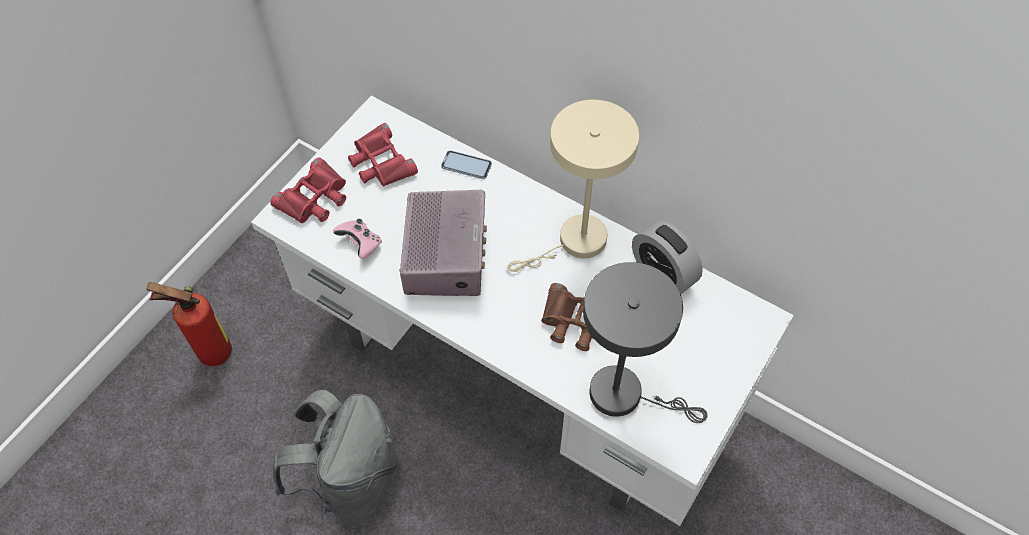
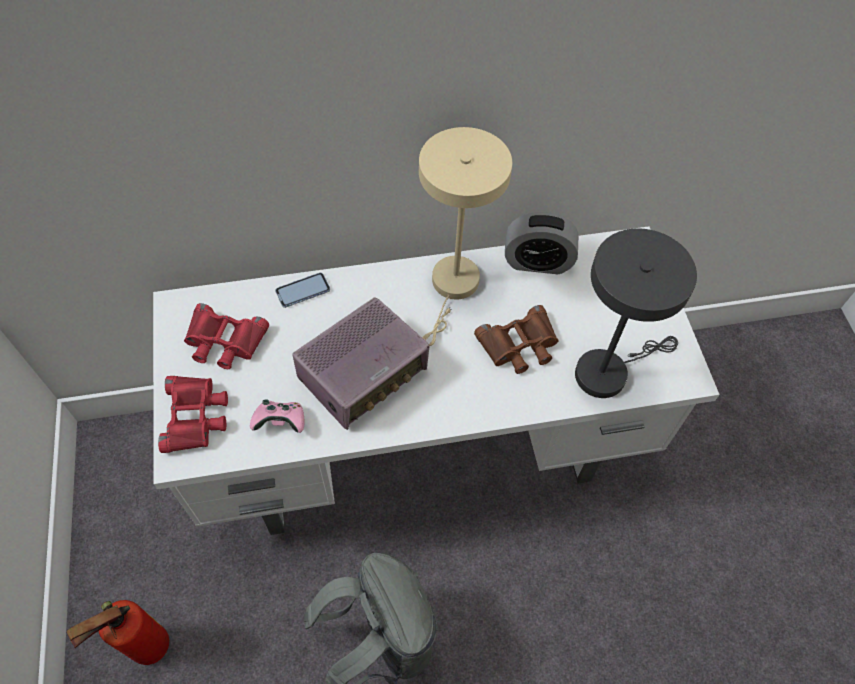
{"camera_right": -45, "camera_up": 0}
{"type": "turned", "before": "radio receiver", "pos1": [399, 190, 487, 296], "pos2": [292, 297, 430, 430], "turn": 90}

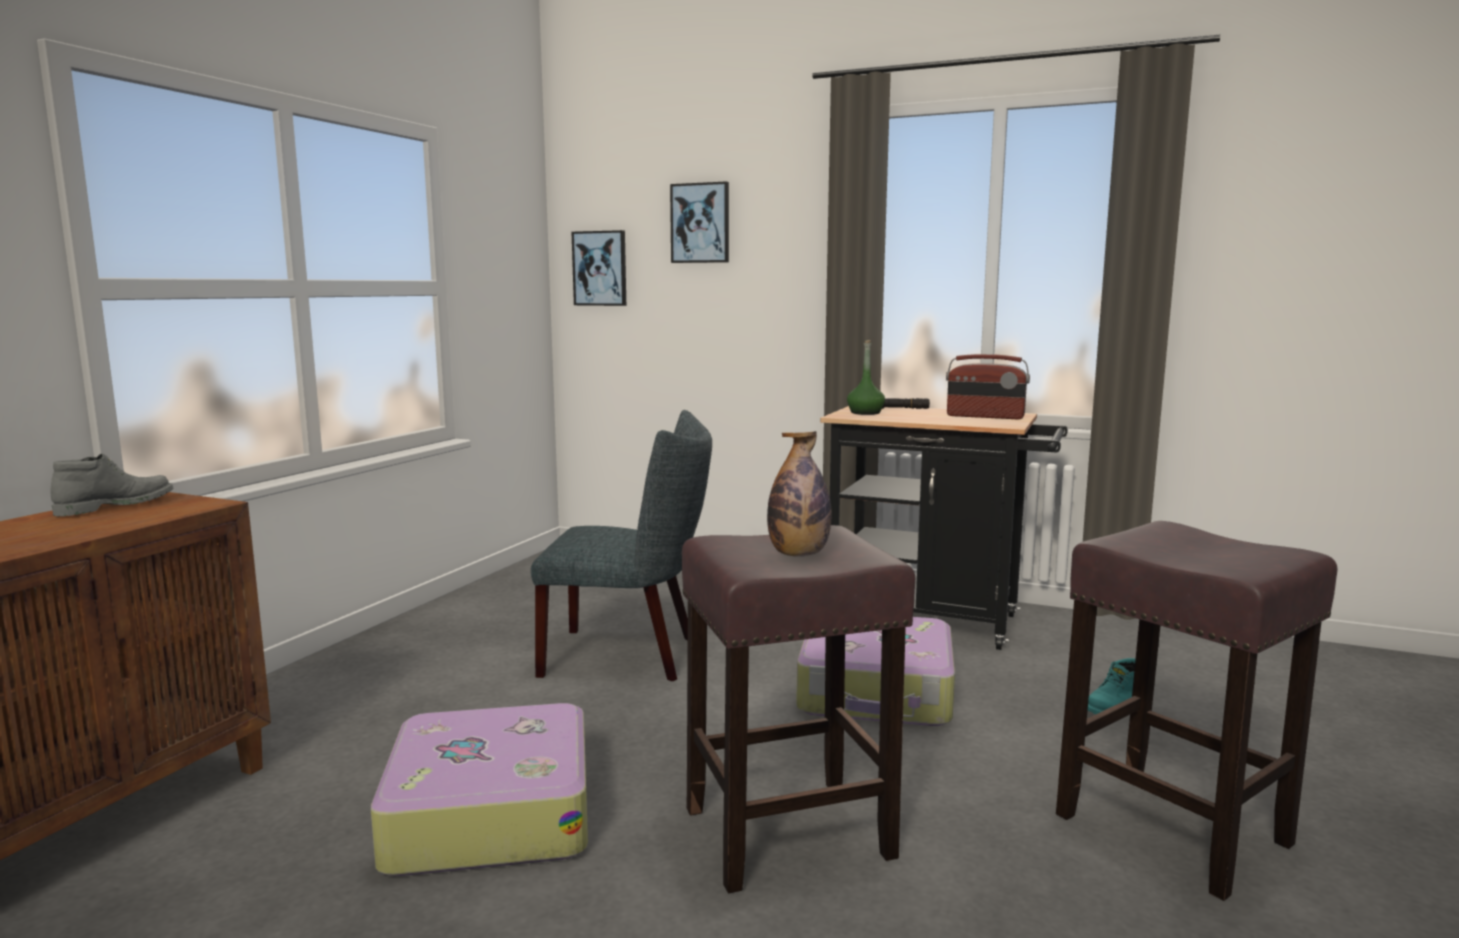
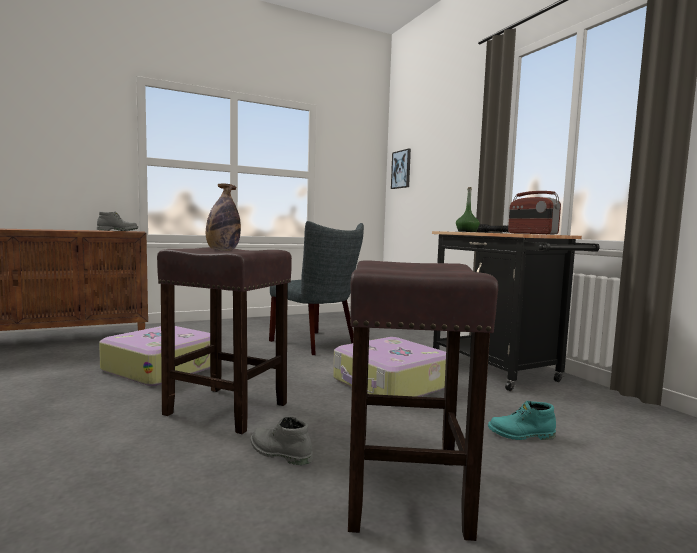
{"camera_right": 40, "camera_up": -5}
{"type": "removed", "before": "wall art", "pos1": [670, 182, 729, 263]}
{"type": "added", "after": "grey high-top boot", "pos2": [251, 416, 313, 465]}

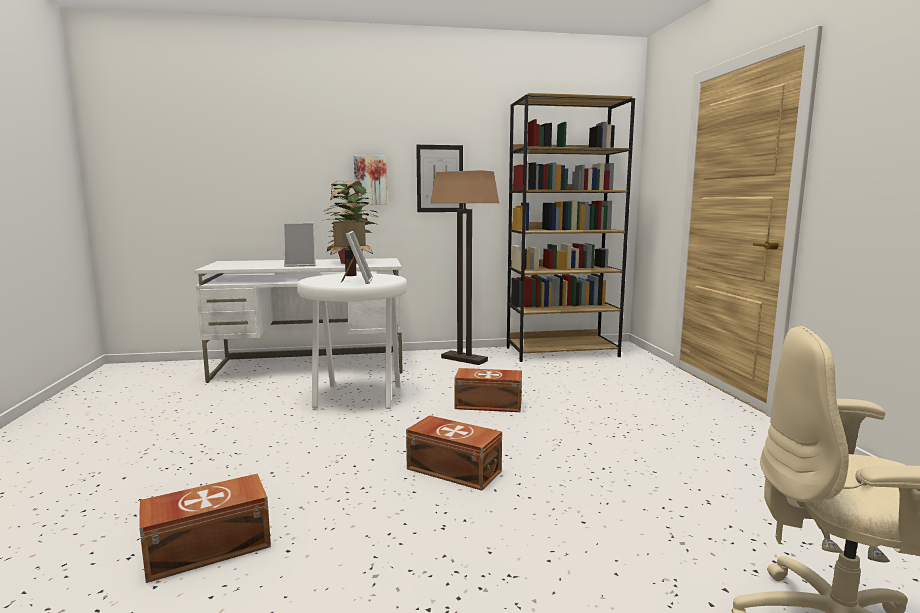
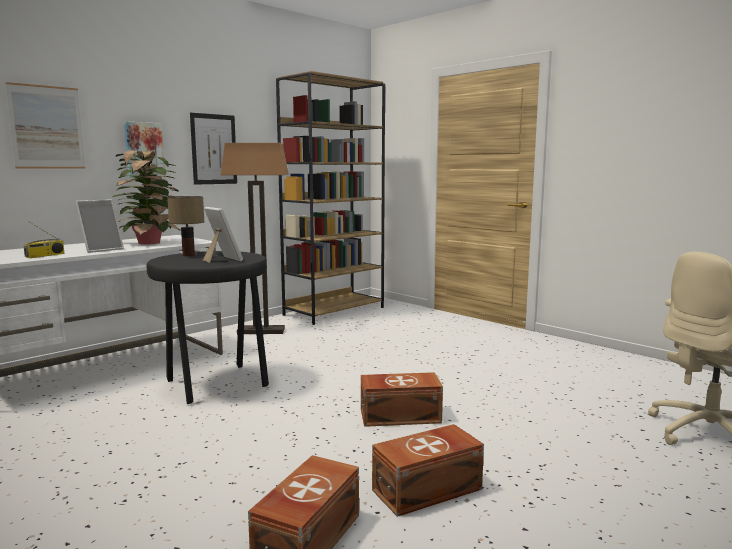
{"camera_right": -35, "camera_up": 0}
{"type": "recoloured", "before": "white stool seat", "after": "black-coloured stool seat", "pos1": [297, 273, 407, 409], "pos2": [146, 251, 269, 404]}
{"type": "moved", "before": "brown storage box", "pos1": [454, 368, 522, 412], "pos2": [372, 424, 484, 517]}
{"type": "added", "after": "wall art", "pos2": [6, 82, 85, 169]}
{"type": "added", "after": "radio receiver", "pos2": [24, 221, 64, 258]}

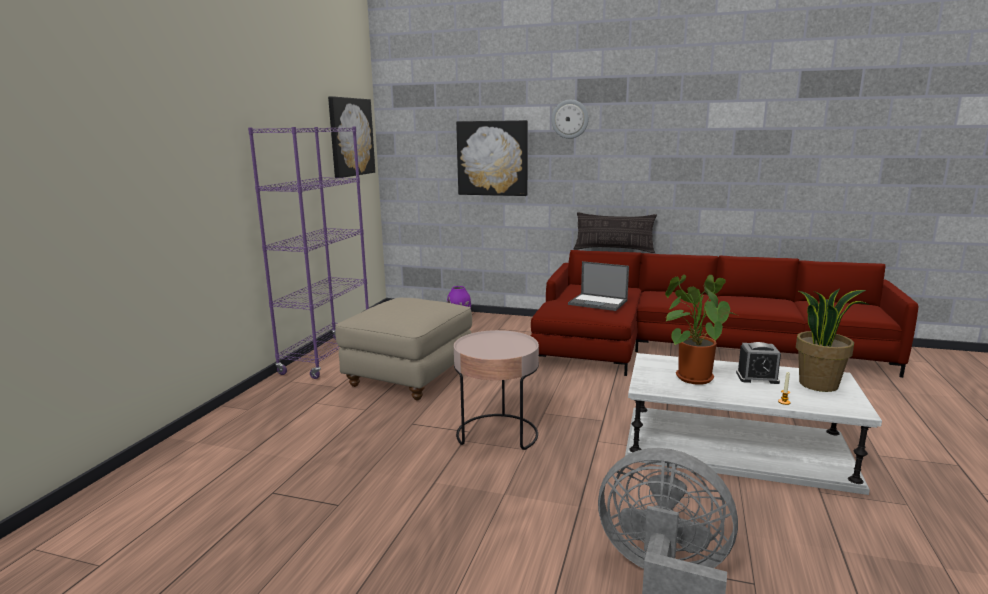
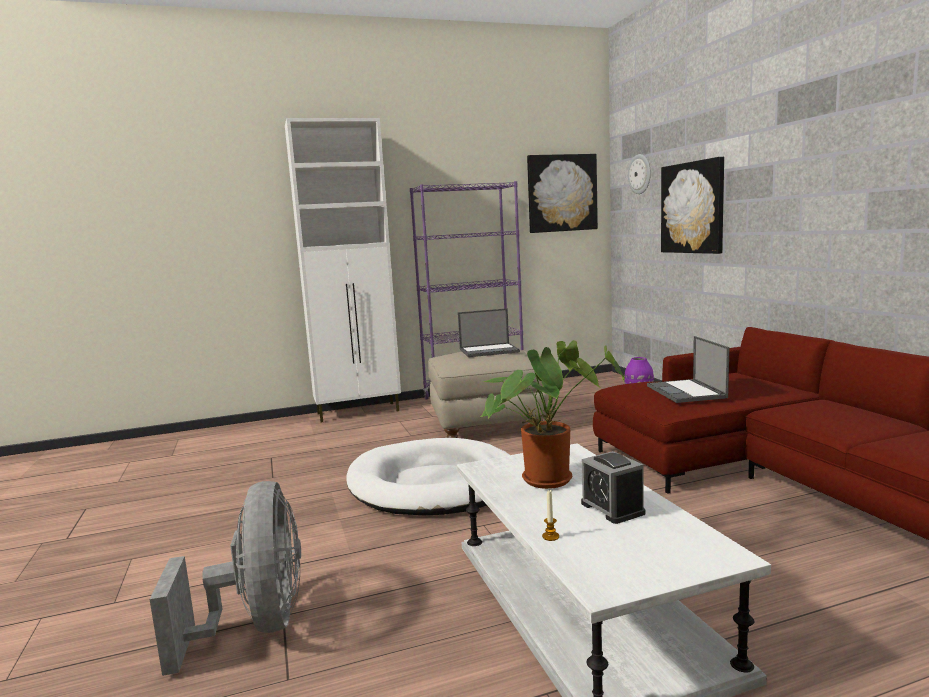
{"camera_right": 55, "camera_up": -5}
{"type": "replaced", "before": "pink side table", "after": "white pet bed", "pos1": [454, 330, 539, 450], "pos2": [346, 438, 509, 515]}
{"type": "moved", "before": "hanging clock", "pos1": [551, 100, 589, 139], "pos2": [628, 154, 651, 194]}
{"type": "removed", "before": "cushion", "pos1": [574, 212, 657, 253]}
{"type": "removed", "before": "plant in a pot", "pos1": [796, 288, 869, 392]}
{"type": "added", "after": "white cabinet", "pos2": [285, 118, 401, 423]}
{"type": "added", "after": "portable computer", "pos2": [458, 308, 520, 357]}

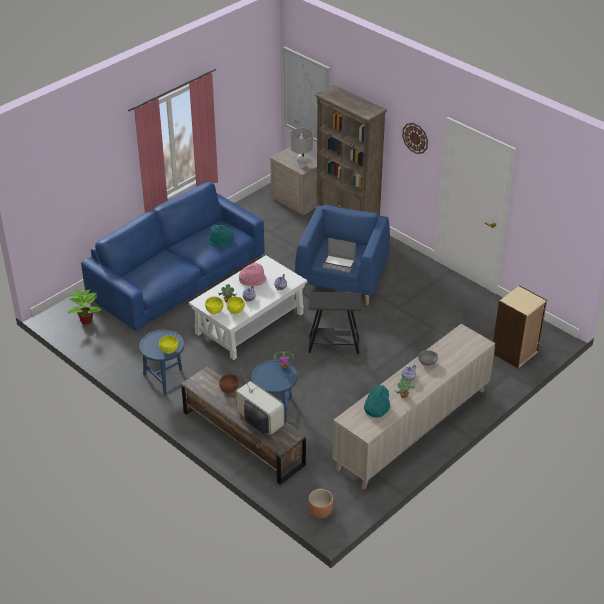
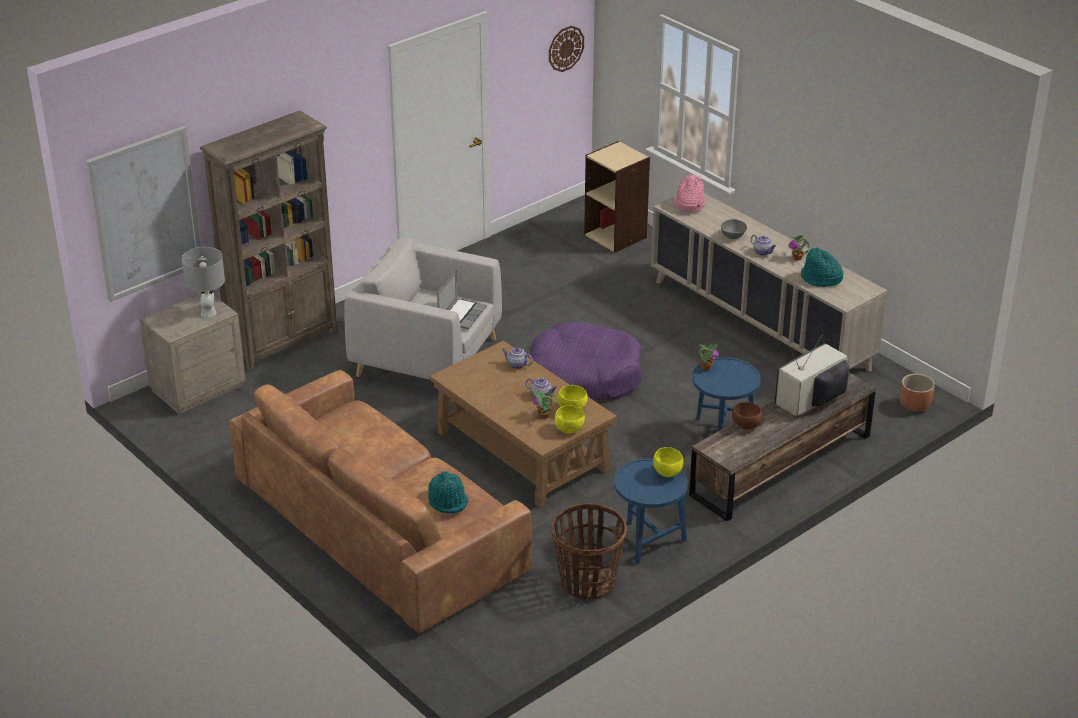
{"camera_right": -85, "camera_up": -5}
{"type": "removed", "before": "plant in a pot", "pos1": [68, 290, 102, 325]}
{"type": "recoloured", "before": "blue settee", "after": "brown settee", "pos1": [81, 182, 265, 331], "pos2": [229, 370, 531, 633]}
{"type": "recoloured", "before": "white coffee table", "after": "brown coffee table", "pos1": [189, 255, 307, 360], "pos2": [430, 341, 617, 508]}
{"type": "moved", "before": "turquoise-coloured clothing hat", "pos1": [208, 225, 233, 247], "pos2": [428, 471, 469, 514]}
{"type": "moved", "before": "pink clothing hat", "pos1": [239, 263, 266, 286], "pos2": [673, 174, 705, 213]}
{"type": "recoloured", "before": "blue easy chair", "after": "grey easy chair", "pos1": [295, 205, 390, 305], "pos2": [344, 238, 502, 380]}
{"type": "replaced", "before": "black-coloured side table", "after": "purple pet bed", "pos1": [308, 292, 361, 354], "pos2": [529, 322, 642, 400]}
{"type": "moved", "before": "hanging clock", "pos1": [402, 123, 428, 154], "pos2": [549, 26, 584, 72]}
{"type": "added", "after": "basket", "pos2": [551, 503, 627, 600]}

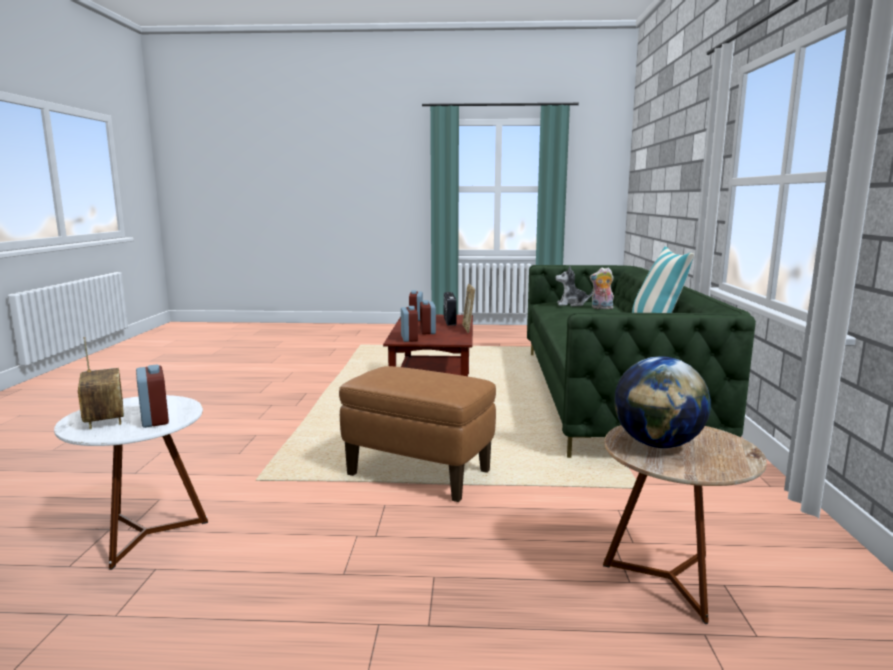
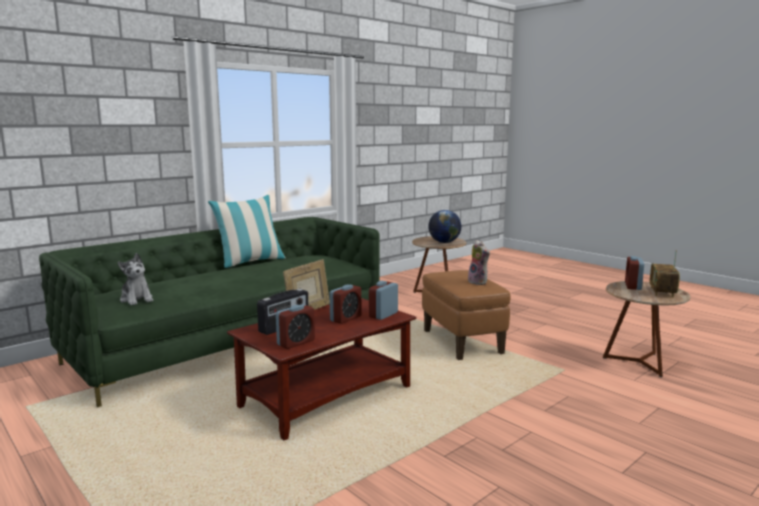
{"camera_right": -135, "camera_up": 0}
{"type": "recoloured", "before": "white side table", "after": "brown side table", "pos1": [54, 395, 208, 570], "pos2": [603, 281, 691, 377]}
{"type": "moved", "before": "cuddly toy", "pos1": [590, 267, 614, 309], "pos2": [468, 240, 490, 285]}

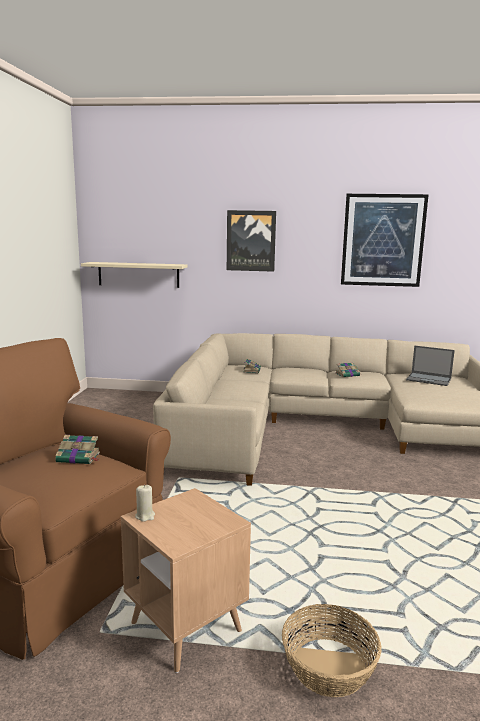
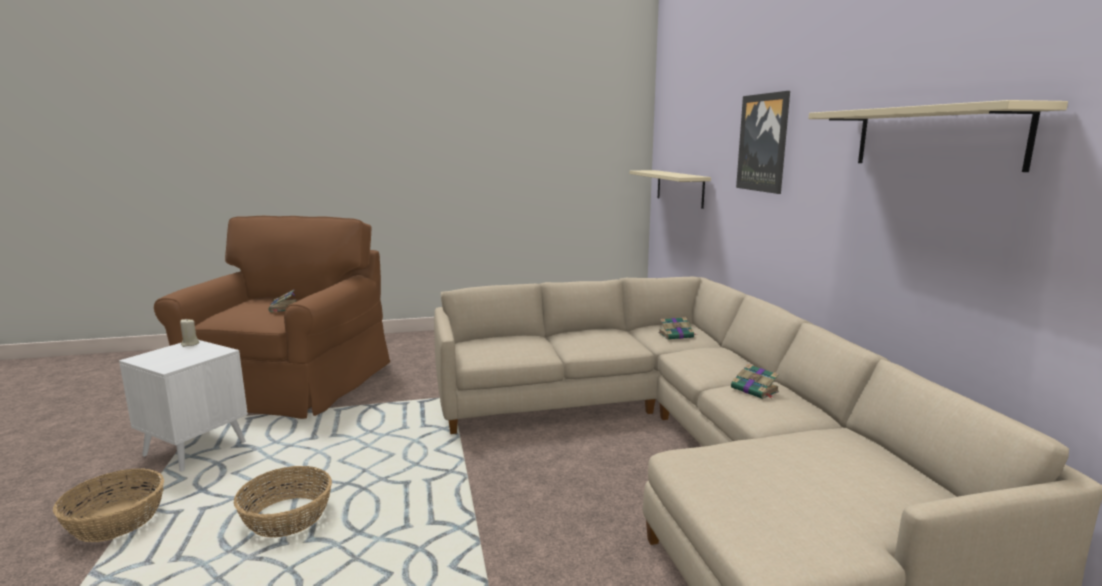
{"camera_right": 70, "camera_up": 0}
{"type": "recoloured", "before": "brown side table", "after": "white side table", "pos1": [121, 488, 251, 673], "pos2": [119, 340, 248, 472]}
{"type": "replaced", "before": "wall art", "after": "sand-coloured bracket shelf", "pos1": [341, 194, 429, 287], "pos2": [808, 100, 1068, 172]}
{"type": "removed", "before": "portable computer", "pos1": [406, 345, 455, 386]}
{"type": "added", "after": "basket", "pos2": [234, 466, 332, 538]}

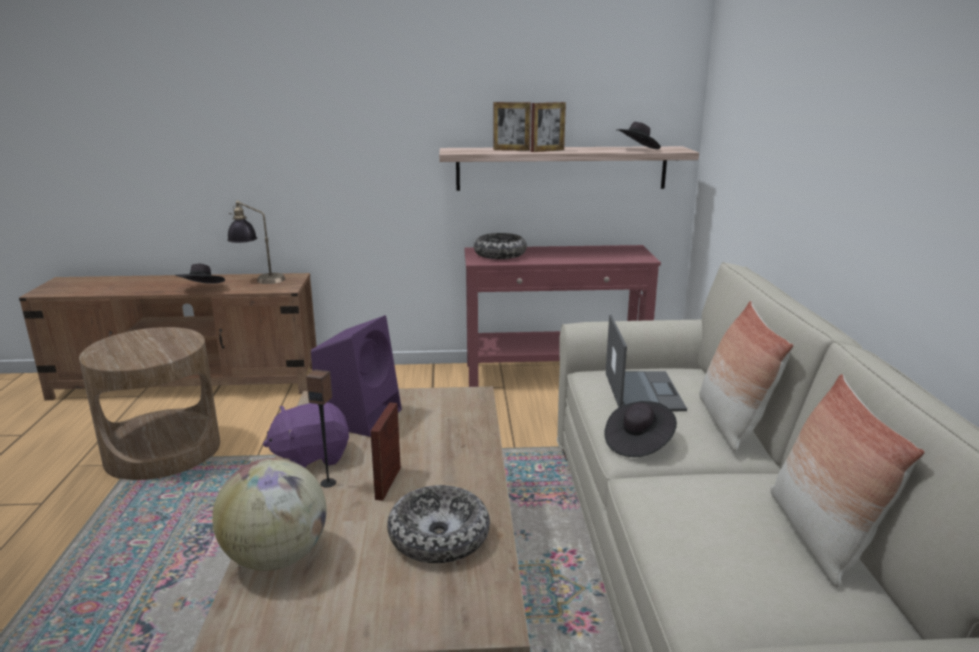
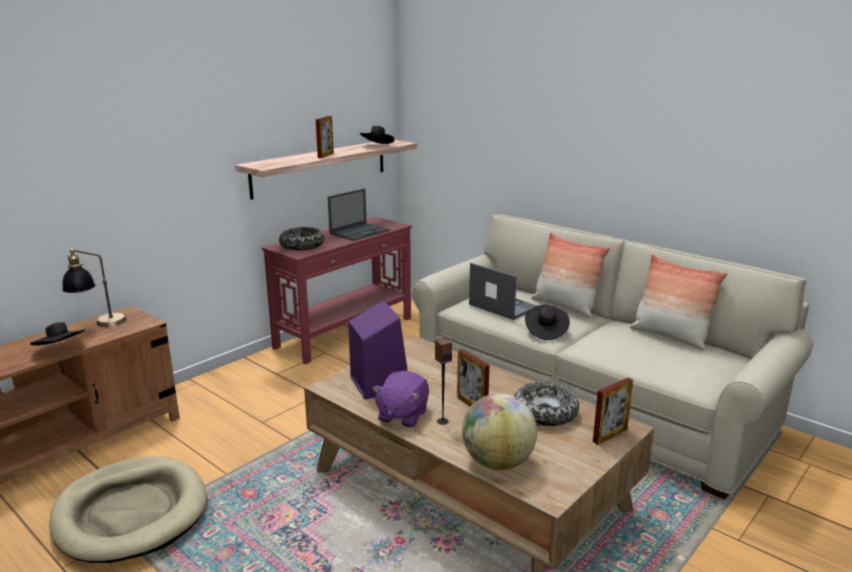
{"camera_right": -45, "camera_up": 0}
{"type": "replaced", "before": "brown side table", "after": "sand-coloured pet bed", "pos1": [79, 327, 220, 480], "pos2": [49, 456, 207, 563]}
{"type": "moved", "before": "photo frame", "pos1": [494, 102, 531, 151], "pos2": [593, 377, 633, 445]}
{"type": "added", "after": "portable computer", "pos2": [328, 189, 390, 241]}

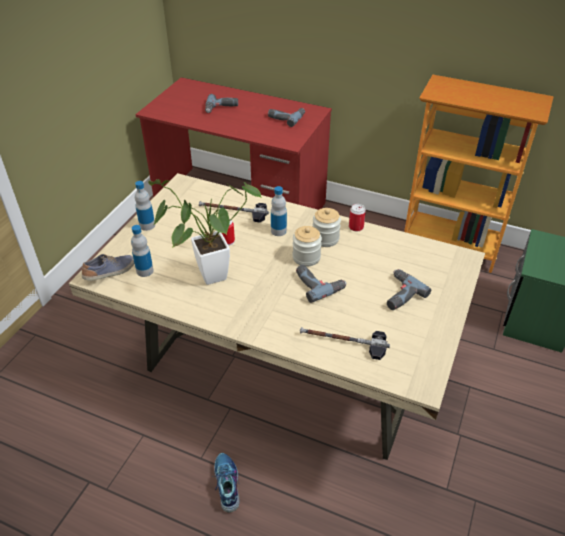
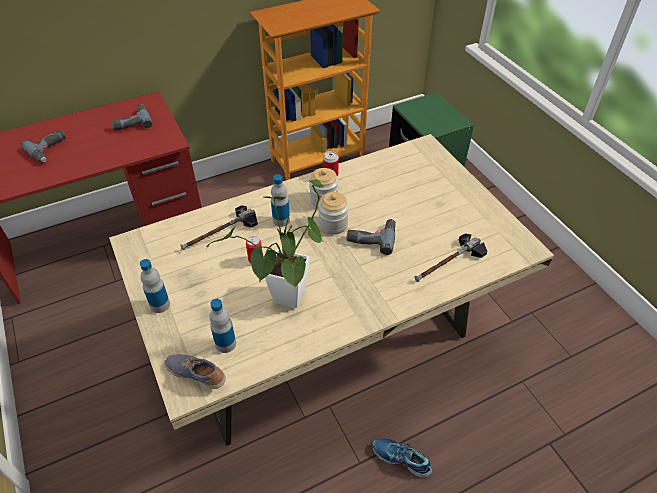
{"camera_right": -50, "camera_up": 5}
{"type": "turned", "before": "item of footwear", "pos1": [82, 254, 134, 281], "pos2": [164, 354, 226, 389], "turn": -60}
{"type": "removed", "before": "electric drill", "pos1": [387, 269, 431, 310]}

